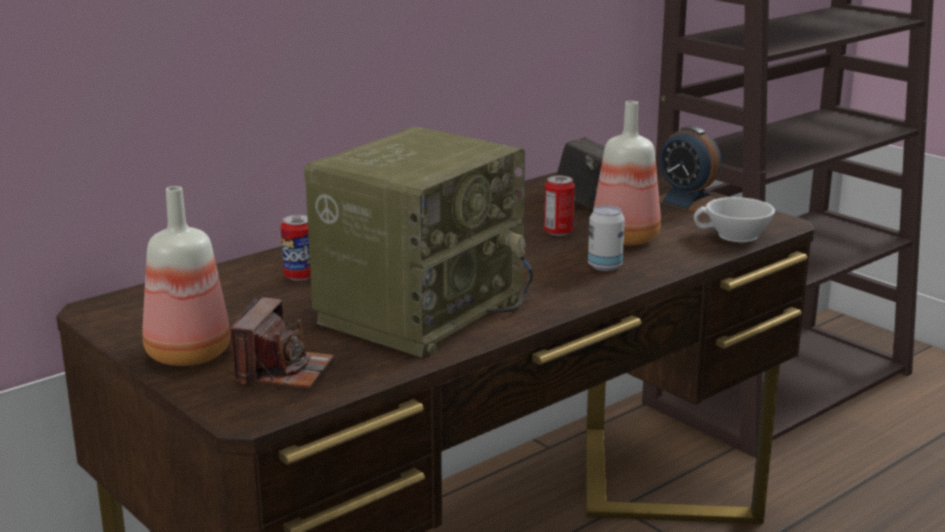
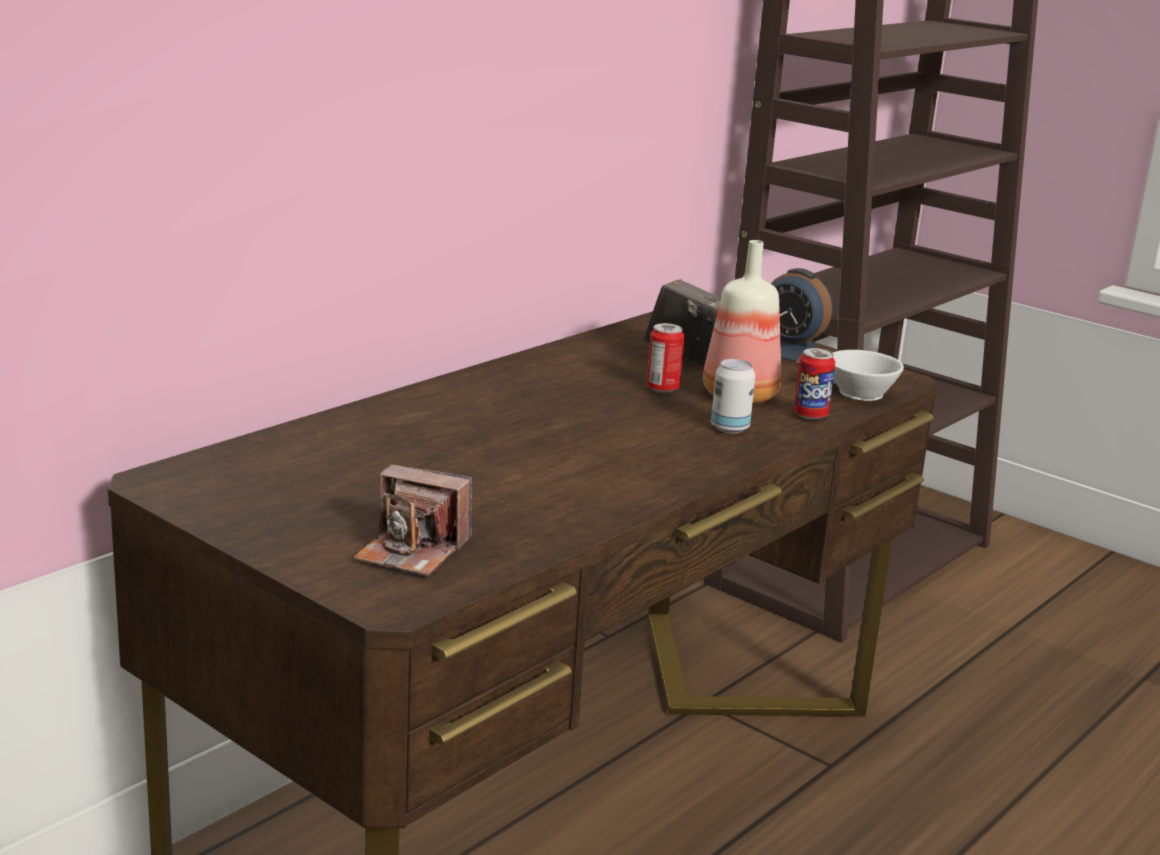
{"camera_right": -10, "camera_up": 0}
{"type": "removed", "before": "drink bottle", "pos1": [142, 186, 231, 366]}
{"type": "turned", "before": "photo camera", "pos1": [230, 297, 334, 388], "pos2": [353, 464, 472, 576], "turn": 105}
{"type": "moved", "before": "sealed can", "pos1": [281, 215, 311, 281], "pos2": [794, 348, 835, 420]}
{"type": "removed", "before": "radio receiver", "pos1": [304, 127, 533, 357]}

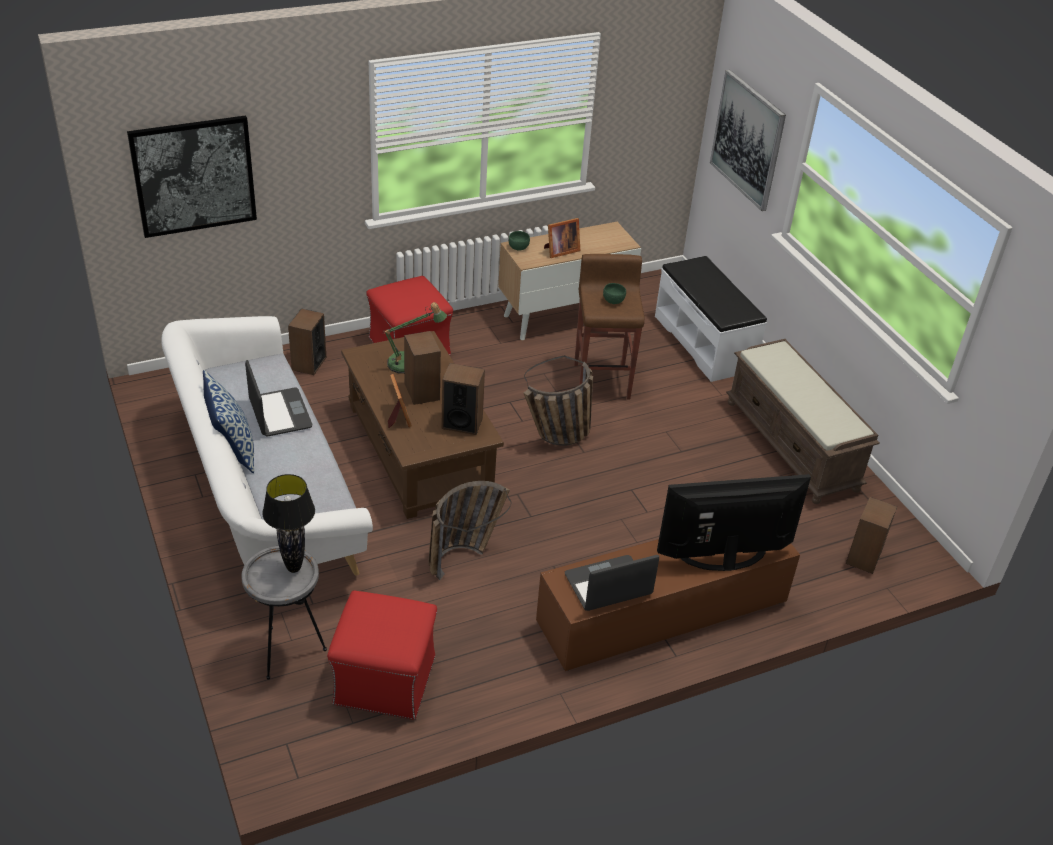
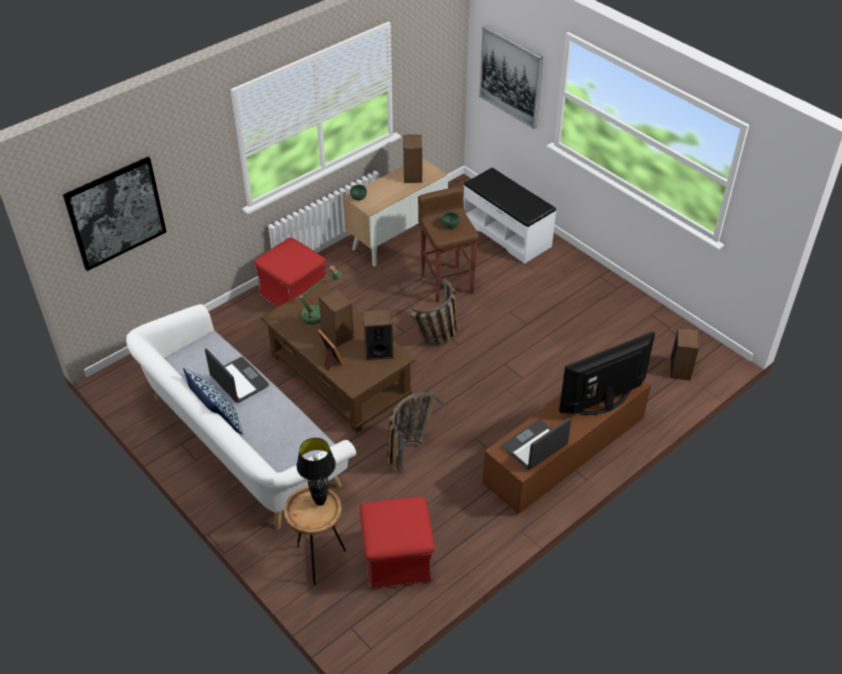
{"camera_right": -15, "camera_up": 5}
{"type": "recoloured", "before": "grey side table", "after": "brown side table", "pos1": [241, 546, 327, 680], "pos2": [284, 486, 346, 585]}
{"type": "moved", "before": "speaker", "pos1": [288, 308, 326, 375], "pos2": [403, 135, 422, 183]}
{"type": "removed", "before": "photo frame", "pos1": [544, 218, 580, 258]}
{"type": "removed", "before": "brown long seat", "pos1": [726, 339, 880, 504]}

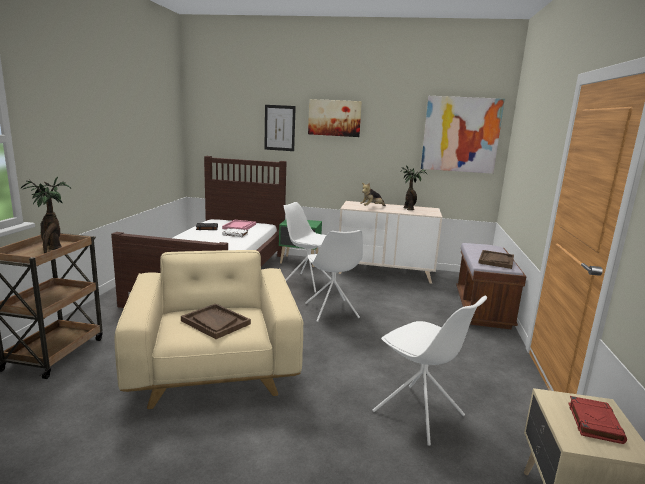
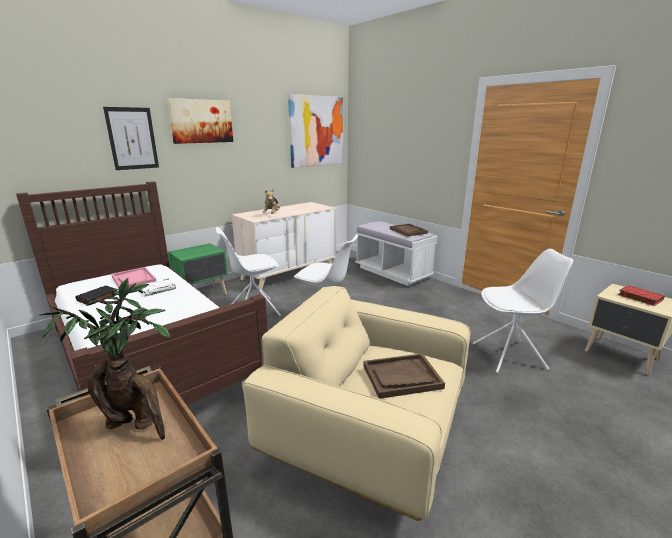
{"camera_right": -50, "camera_up": 5}
{"type": "removed", "before": "plant in a pot", "pos1": [399, 165, 428, 210]}
{"type": "recoloured", "before": "brown long seat", "after": "white long seat", "pos1": [456, 243, 526, 330], "pos2": [355, 221, 438, 286]}

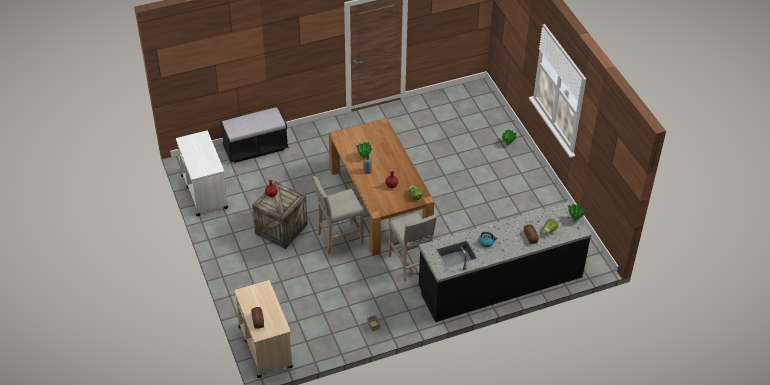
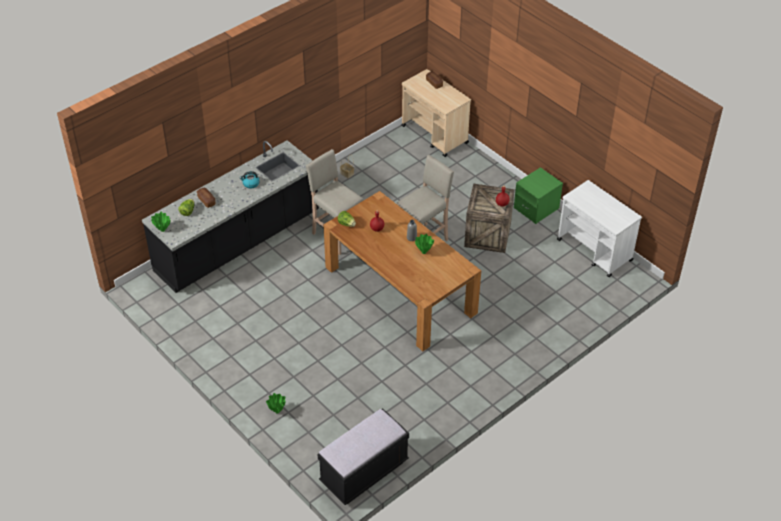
{"camera_right": 160, "camera_up": 0}
{"type": "moved", "before": "black-coloured long seat", "pos1": [220, 107, 289, 163], "pos2": [317, 408, 409, 505]}
{"type": "added", "after": "green-coloured nightstand", "pos2": [514, 167, 563, 224]}

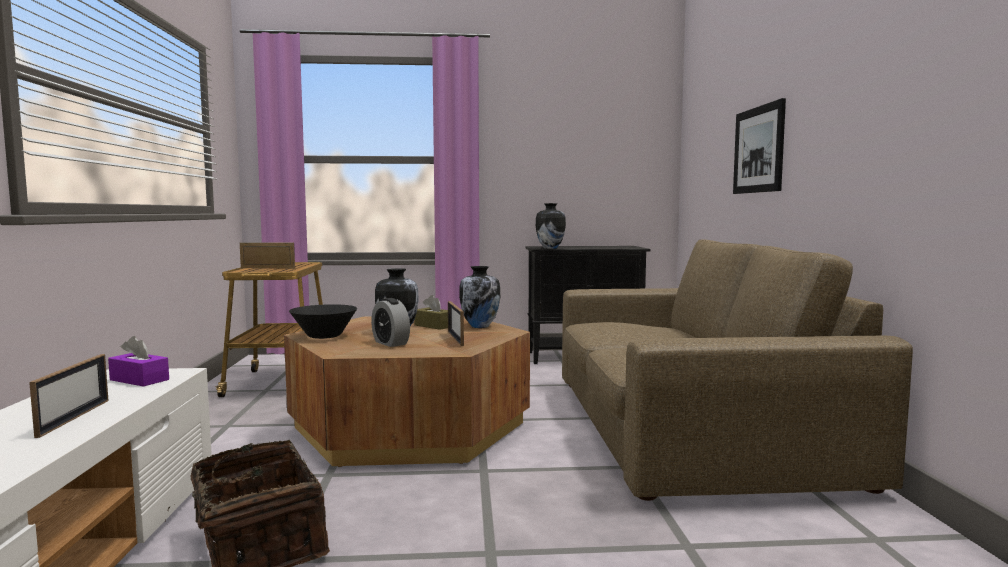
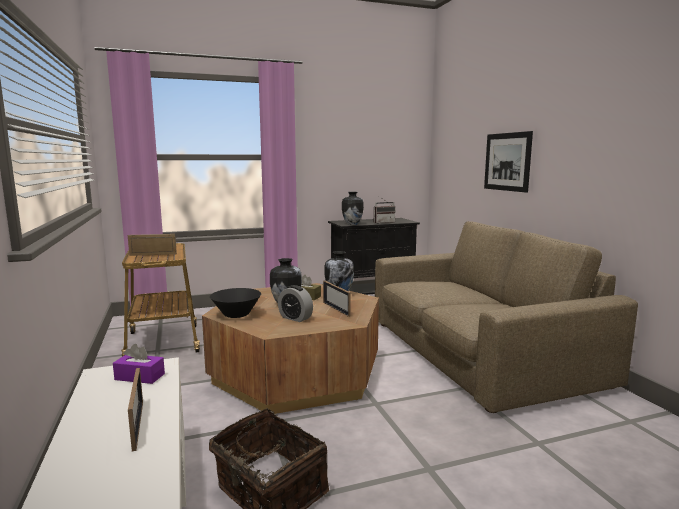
{"camera_right": -15, "camera_up": 5}
{"type": "added", "after": "radio receiver", "pos2": [374, 196, 396, 223]}

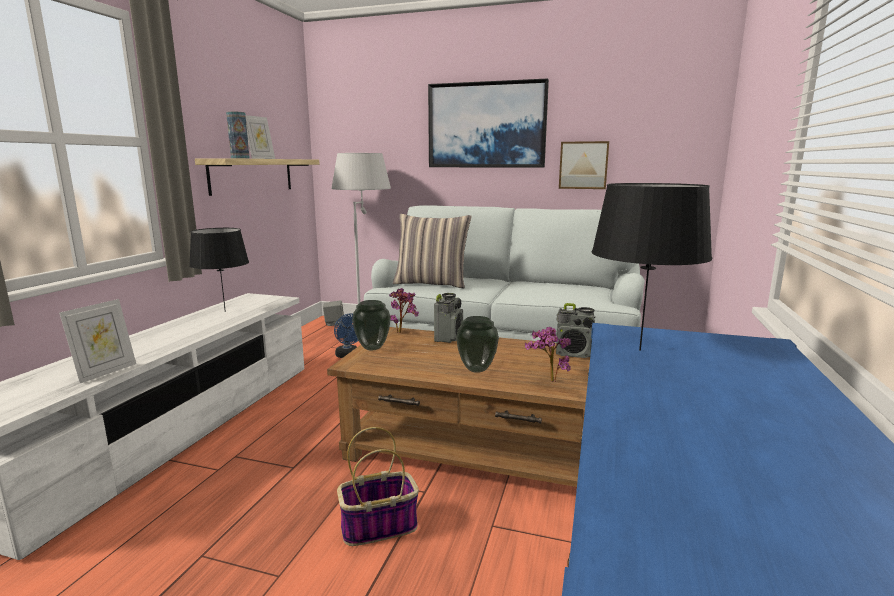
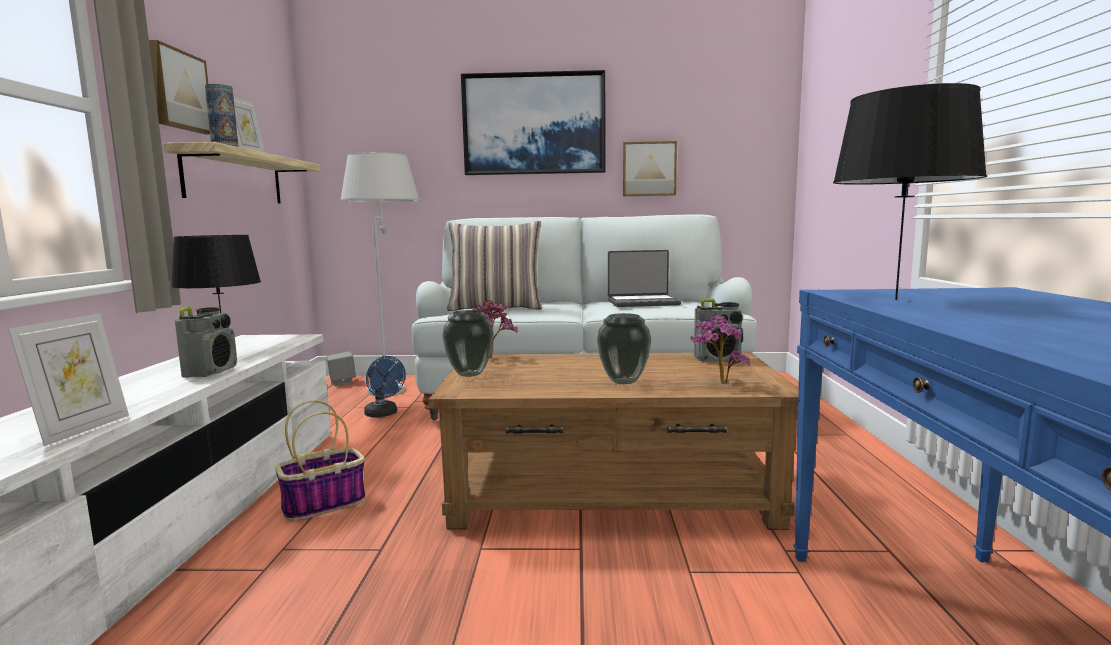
{"camera_right": -15, "camera_up": -5}
{"type": "moved", "before": "basket", "pos1": [337, 427, 419, 546], "pos2": [275, 400, 366, 521]}
{"type": "moved", "before": "radio receiver", "pos1": [434, 293, 463, 343], "pos2": [175, 307, 237, 378]}
{"type": "added", "after": "wall art", "pos2": [149, 40, 210, 135]}
{"type": "added", "after": "portable computer", "pos2": [608, 250, 681, 307]}

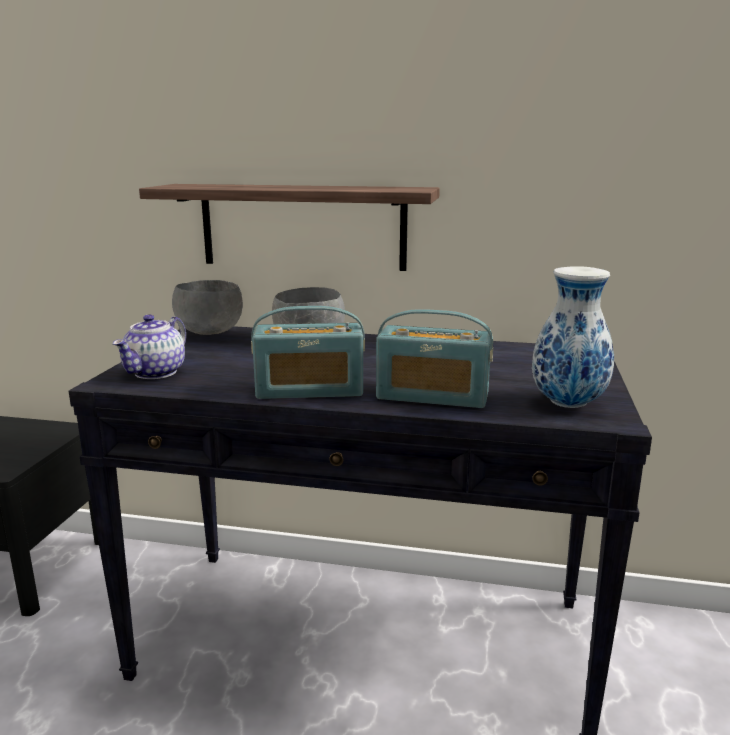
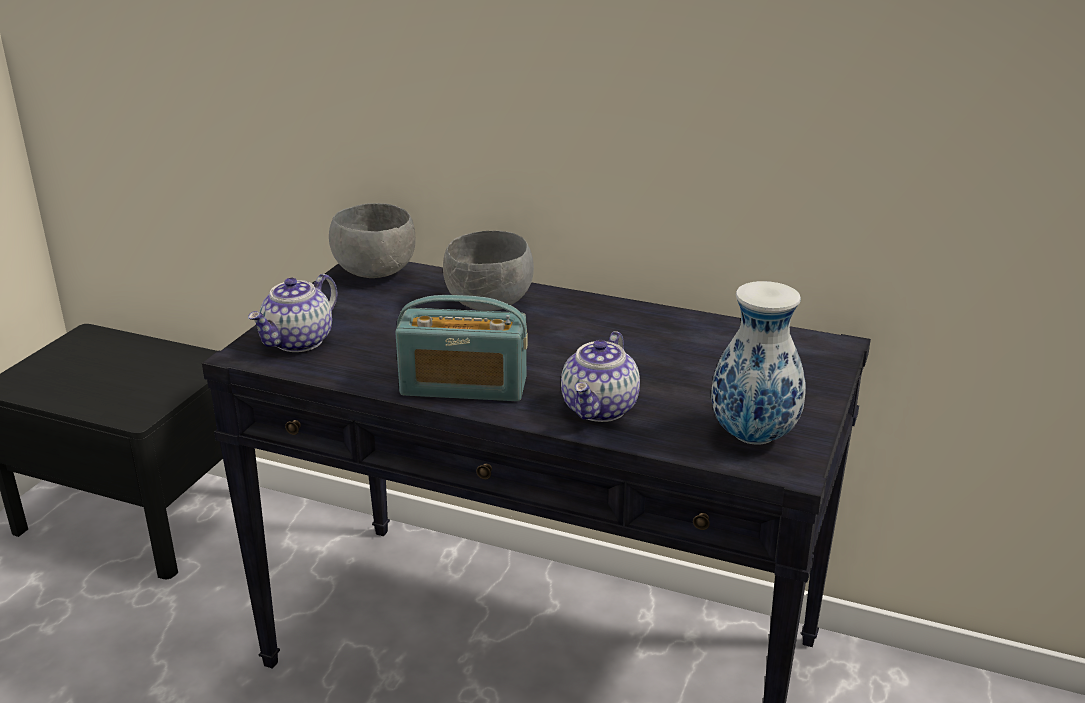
{"camera_right": 10, "camera_up": 10}
{"type": "removed", "before": "bracket shelf", "pos1": [139, 184, 440, 271]}
{"type": "replaced", "before": "radio receiver", "after": "tea pot", "pos1": [376, 309, 493, 408], "pos2": [561, 331, 640, 422]}

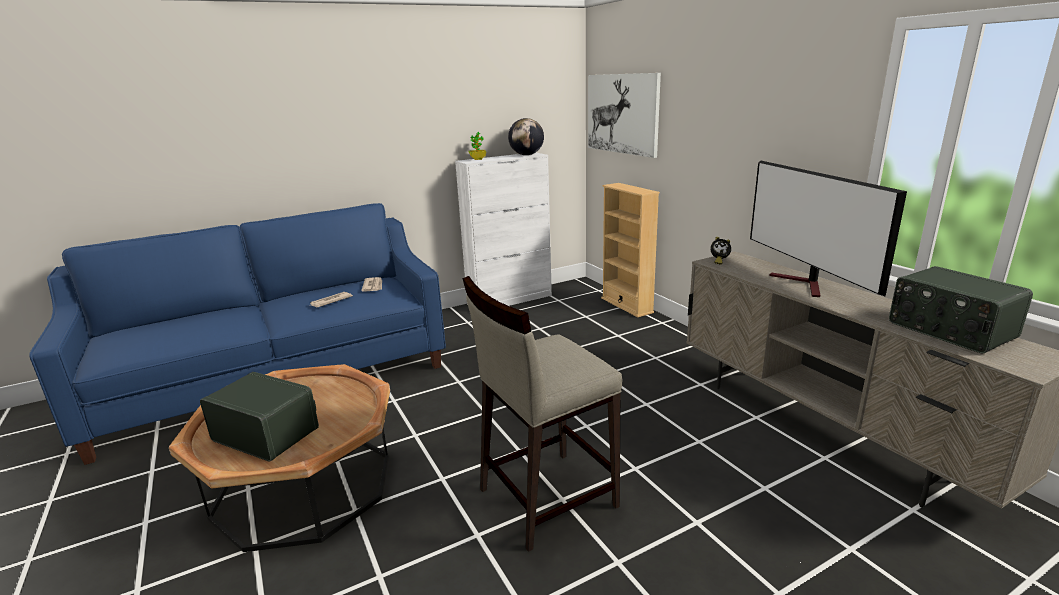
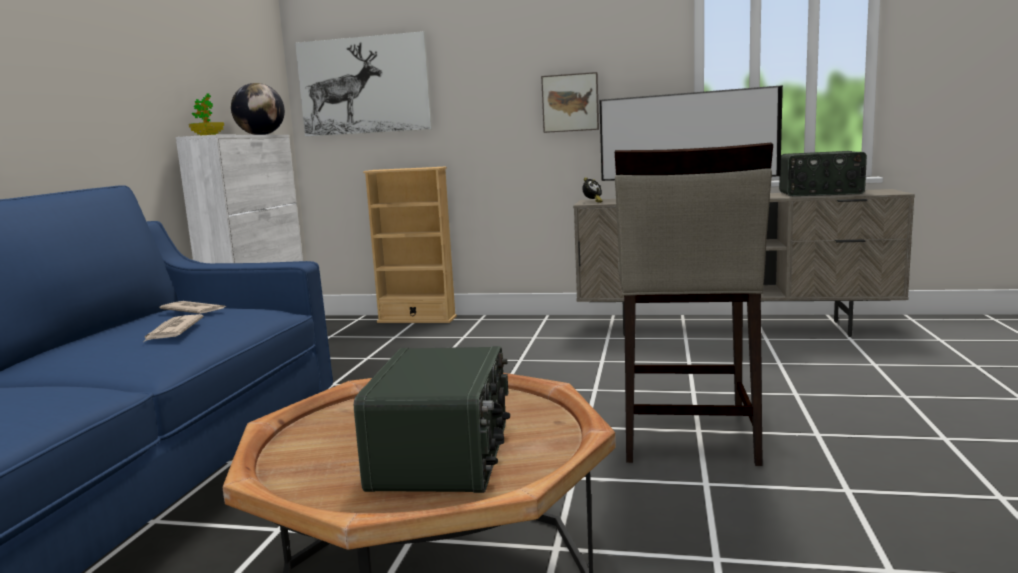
{"camera_right": -50, "camera_up": -10}
{"type": "turned", "before": "radio receiver", "pos1": [200, 372, 319, 462], "pos2": [354, 346, 510, 493], "turn": 120}
{"type": "added", "after": "wall art", "pos2": [541, 72, 599, 133]}

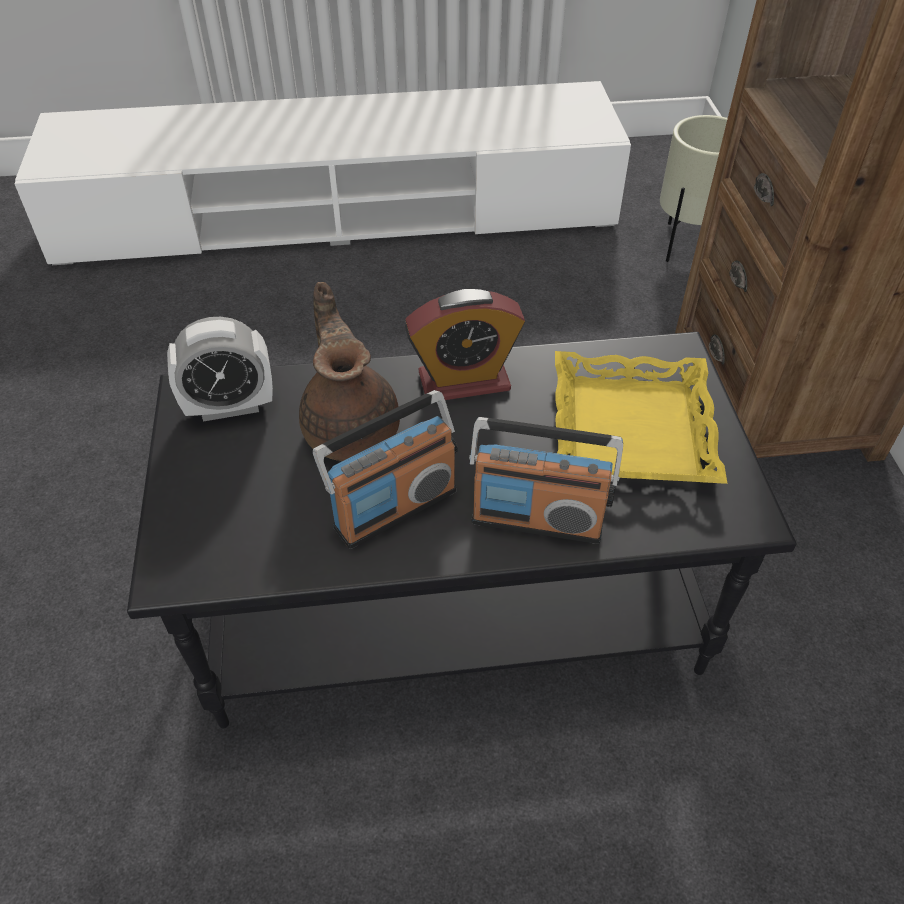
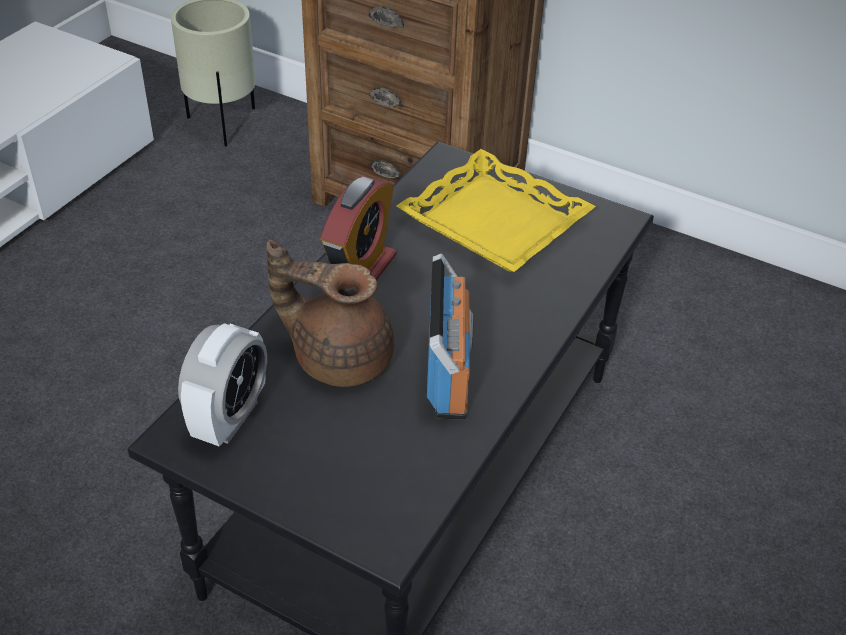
{"camera_right": -55, "camera_up": -5}
{"type": "removed", "before": "radio receiver", "pos1": [469, 417, 623, 544]}

